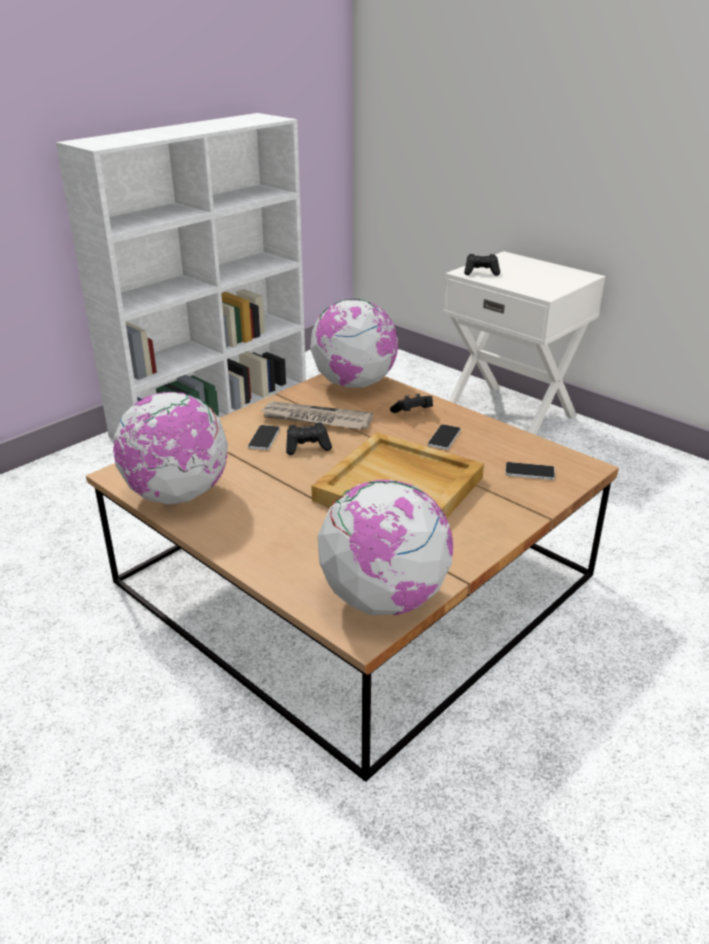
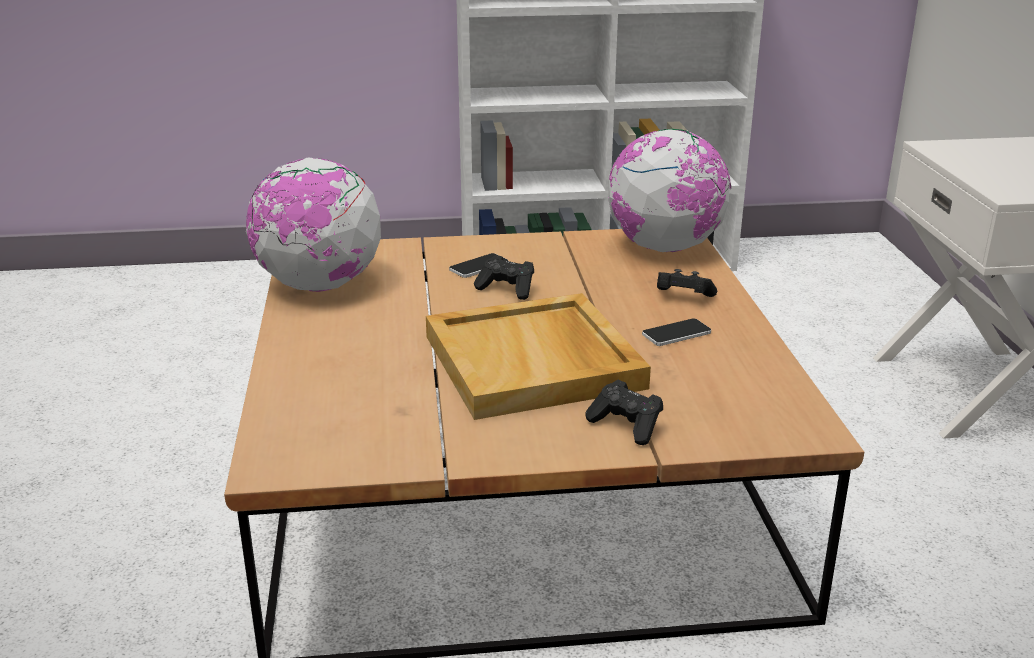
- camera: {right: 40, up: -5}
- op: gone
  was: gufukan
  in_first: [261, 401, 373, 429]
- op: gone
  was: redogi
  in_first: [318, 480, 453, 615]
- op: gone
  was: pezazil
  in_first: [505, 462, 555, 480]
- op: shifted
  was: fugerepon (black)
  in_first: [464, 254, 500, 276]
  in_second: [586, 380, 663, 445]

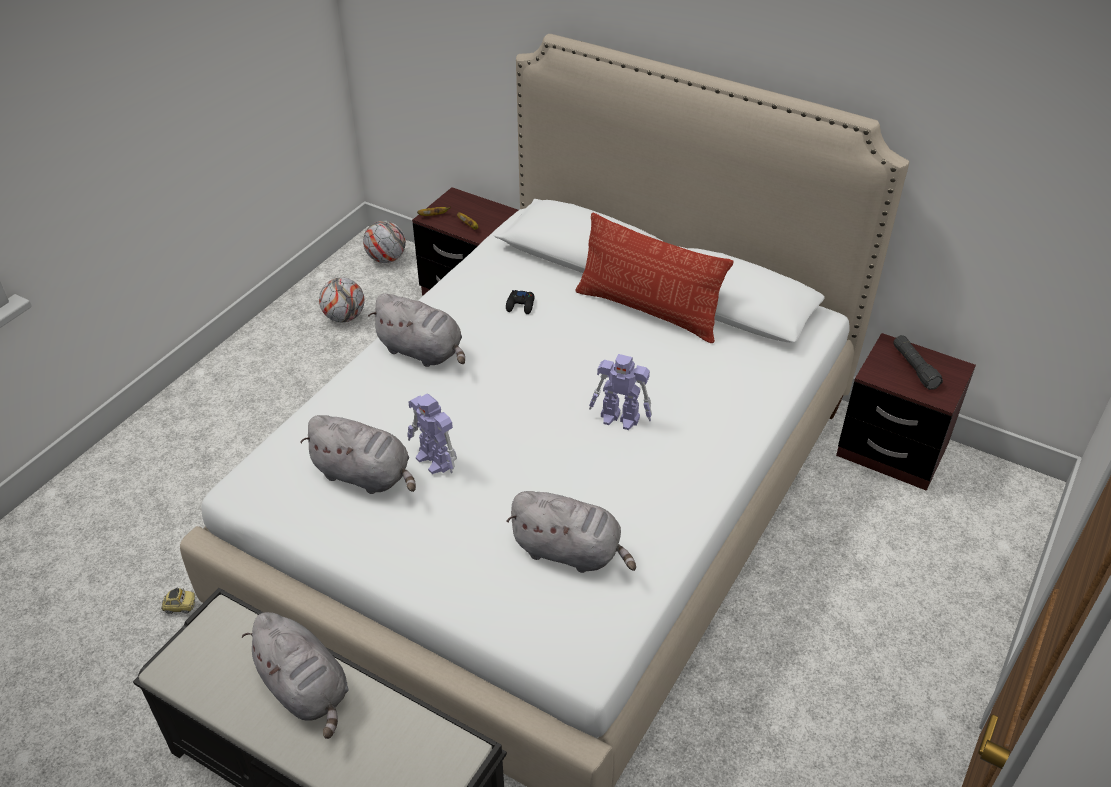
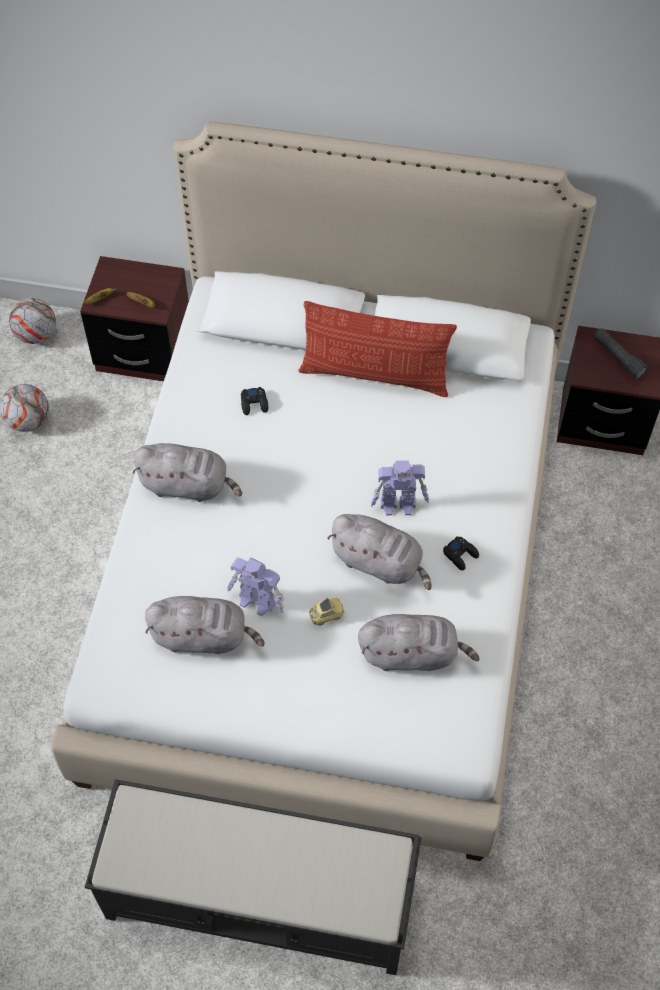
- camera: {right: -20, up: 15}
- op: new
  now: fugerepon (black)
  in_second: [443, 537, 479, 570]
- op: shifted
  was: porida
  in_first: [161, 588, 195, 614]
  in_second: [309, 597, 344, 626]
- op: shifted
  was: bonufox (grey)
  in_first: [242, 612, 348, 739]
  in_second: [327, 514, 432, 590]

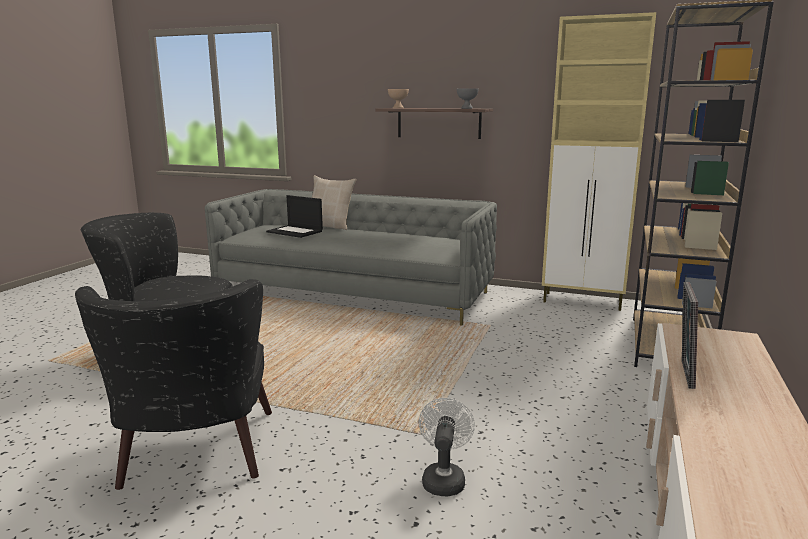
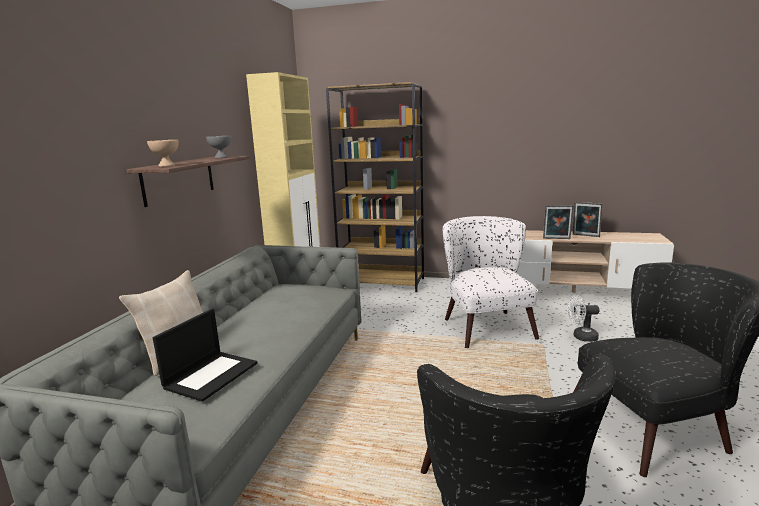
- camera: {right: -95, up: 0}
- op: new
  now: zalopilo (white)
  in_second: [443, 216, 539, 348]
- op: new
  now: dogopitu
  in_second: [573, 202, 603, 237]

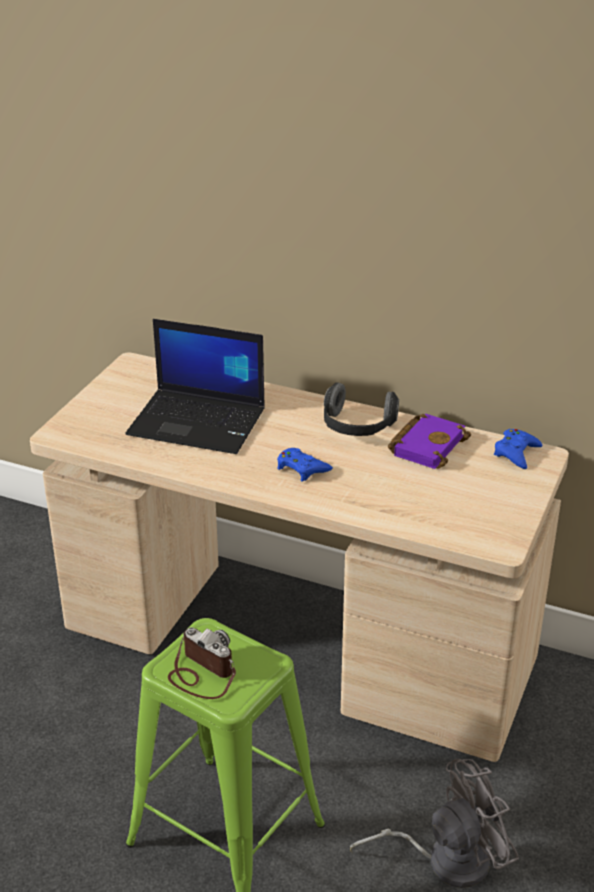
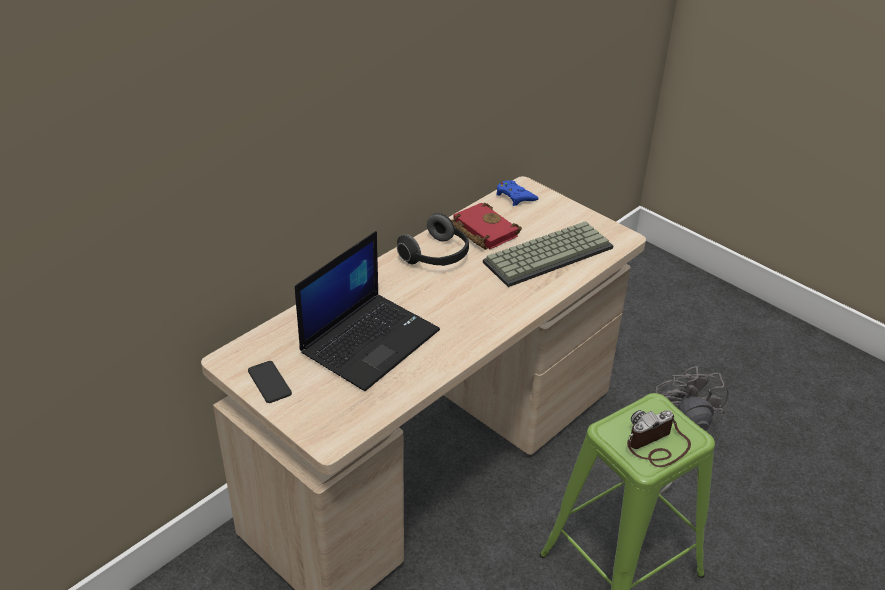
- camera: {right: -70, up: 5}
- op: gone
  was: fugerepon (blue)
  in_first: [277, 448, 333, 482]
- op: new
  now: pezazil
  in_second: [248, 361, 292, 403]
- op: new
  now: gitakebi
  in_second: [483, 221, 614, 287]
- op: repainted
  was: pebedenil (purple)
  now: pebedenil (red)
  in_first: [388, 414, 471, 469]
  in_second: [451, 203, 522, 250]

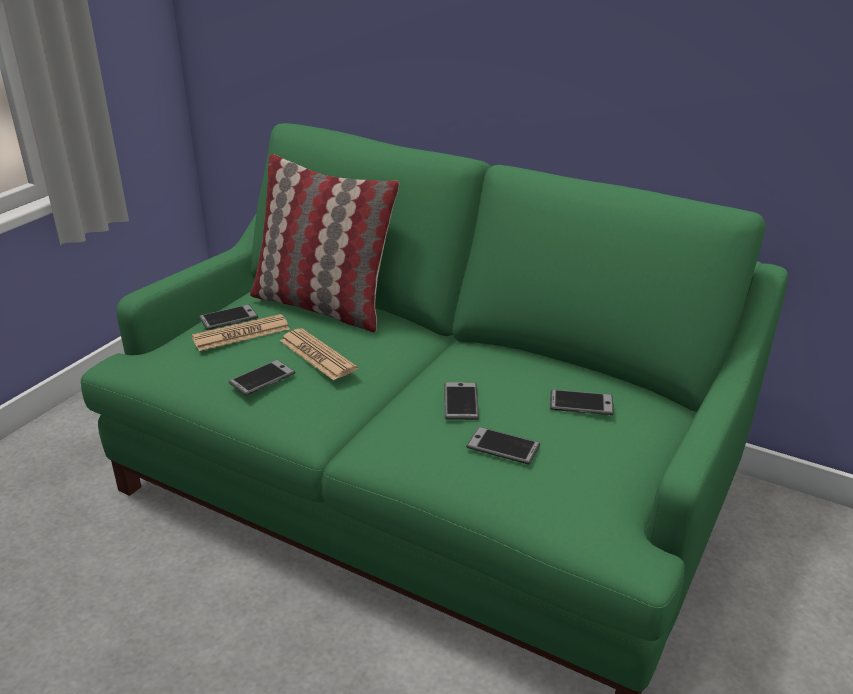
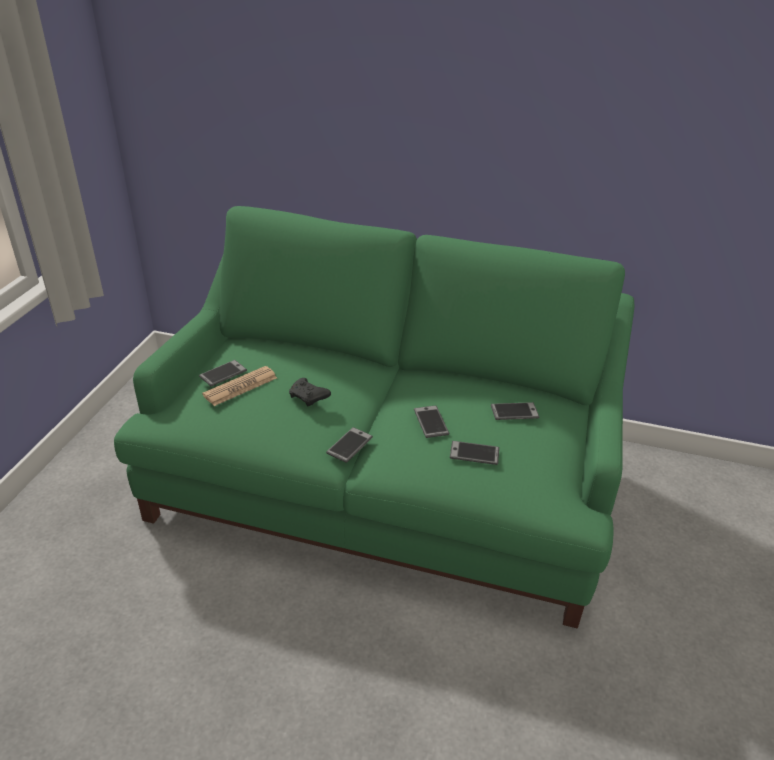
- camera: {right: -15, up: 5}
- op: gone
  was: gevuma
  in_first: [250, 154, 399, 333]
- op: shifted
  was: pezazil
  in_first: [229, 360, 295, 396]
  in_second: [326, 427, 373, 463]
- op: swapped
  was: gufukan
  now: fugerepon (black)
  in_first: [280, 328, 358, 380]
  in_second: [289, 378, 331, 406]

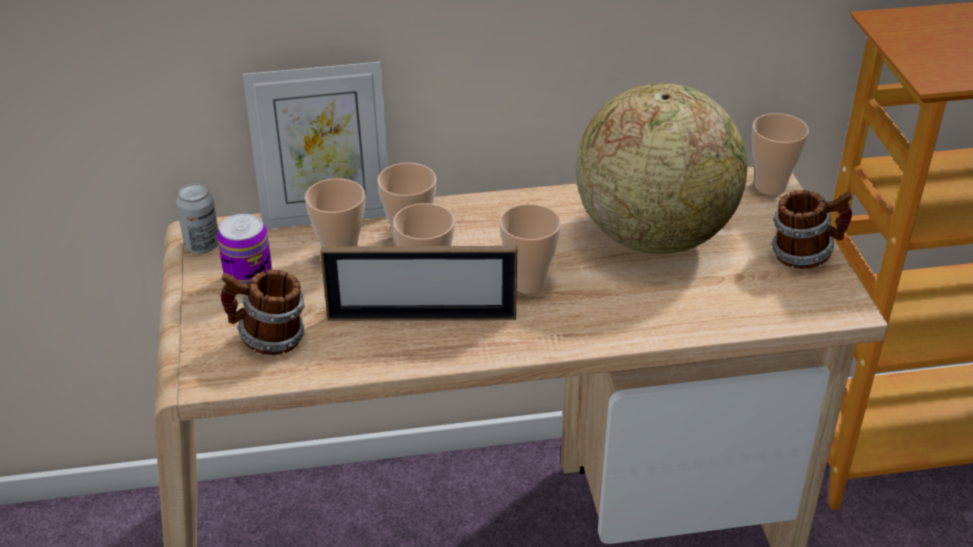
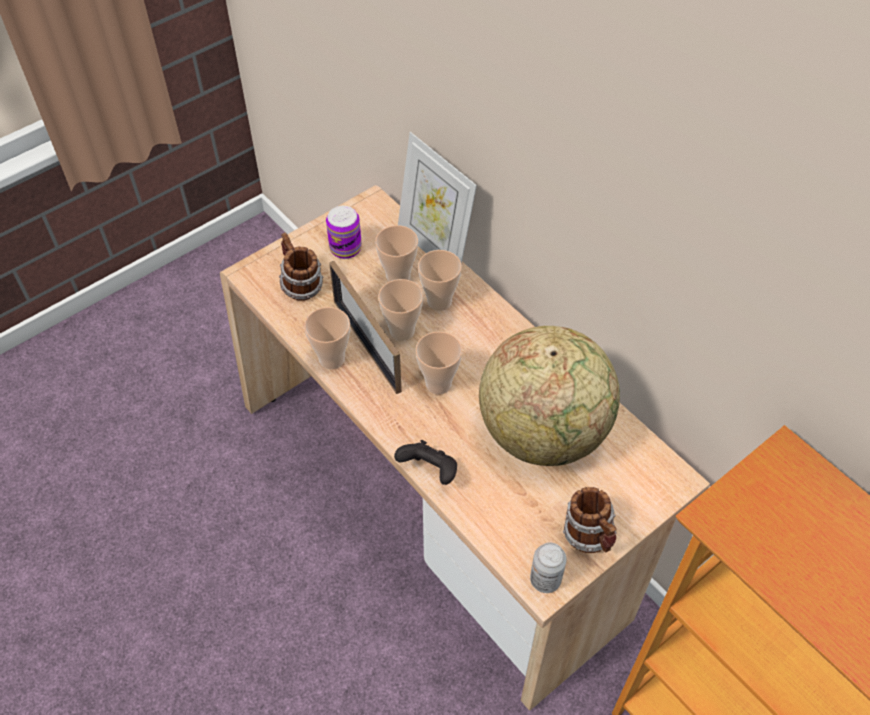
- camera: {right: 60, up: 15}
- op: new
  now: fugerepon (black)
  in_second: [394, 440, 457, 485]
- op: shifted
  was: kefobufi
  in_first: [176, 183, 219, 254]
  in_second: [530, 543, 567, 593]
- op: shifted
  was: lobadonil
  in_first: [752, 113, 809, 195]
  in_second: [304, 307, 350, 369]

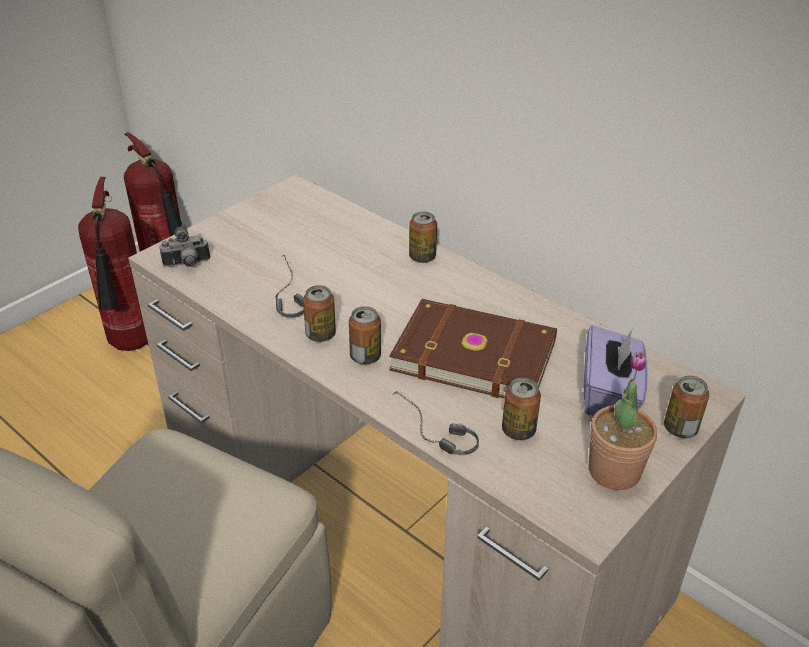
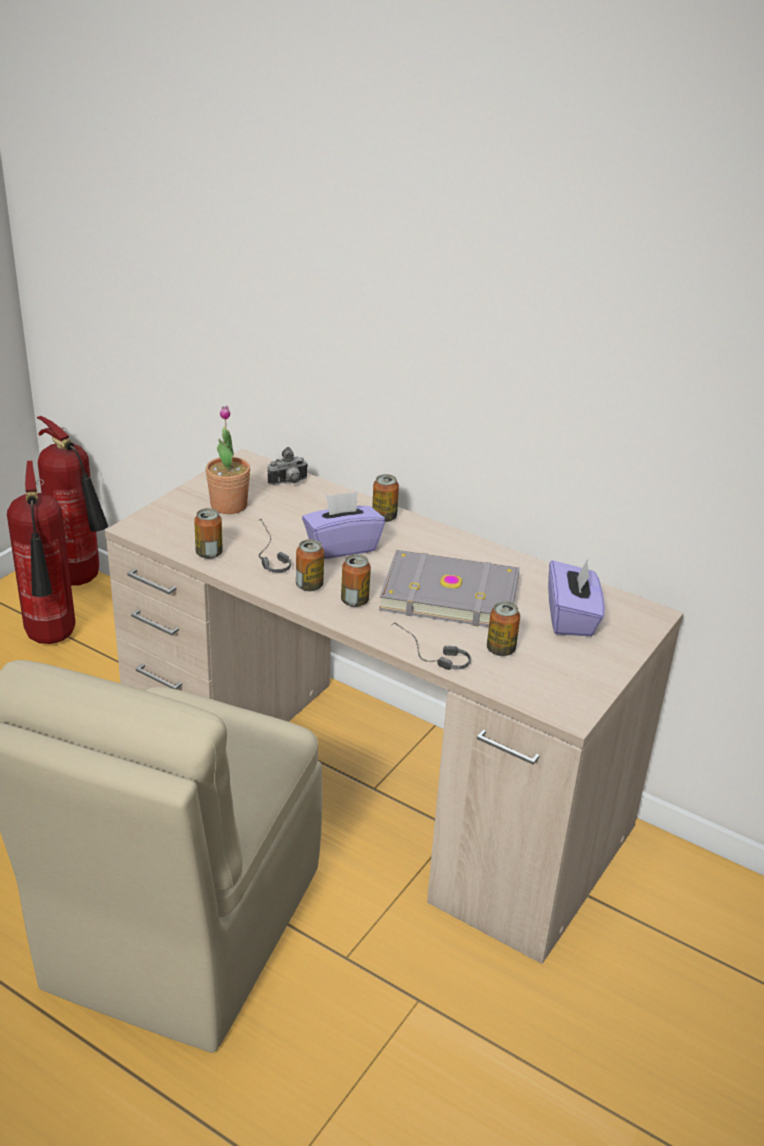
- camera: {right: -10, up: -5}
- op: new
  now: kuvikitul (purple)
  in_second: [302, 492, 385, 559]
- op: shifted
  was: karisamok
  in_first: [159, 225, 210, 267]
  in_second: [268, 447, 308, 485]
- op: shifted
  was: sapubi
  in_first: [589, 351, 657, 490]
  in_second: [206, 406, 250, 514]
- op: shifted
  was: kefobufi
  in_first: [664, 376, 709, 438]
  in_second: [194, 508, 223, 559]
- op: repainted
  was: pebedenil (brown)
  now: pebedenil (grey)
  in_first: [389, 299, 557, 399]
  in_second: [379, 550, 520, 627]

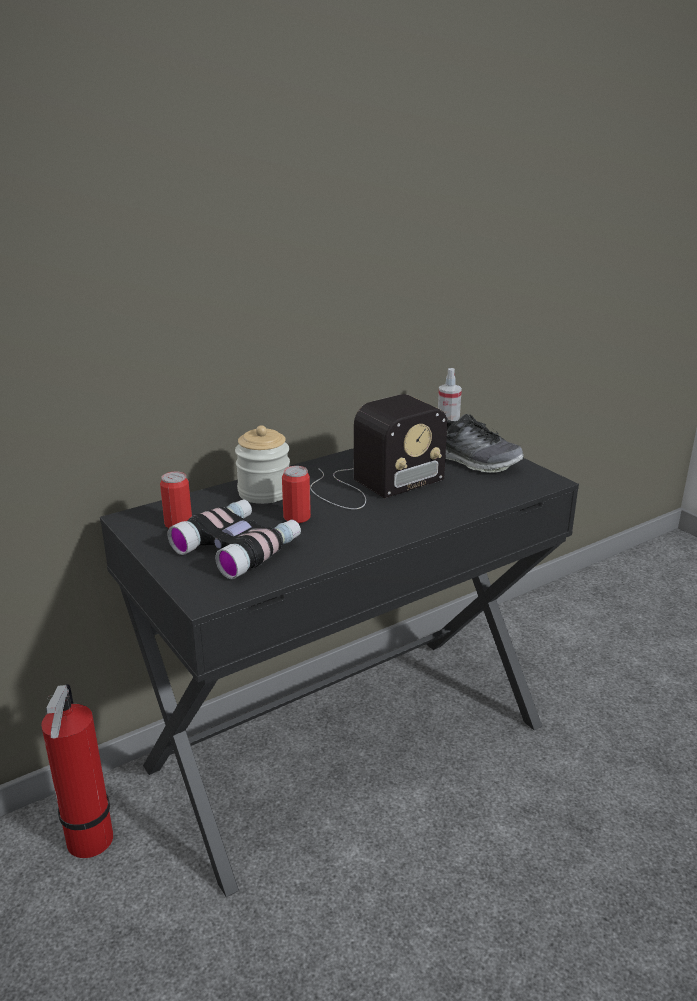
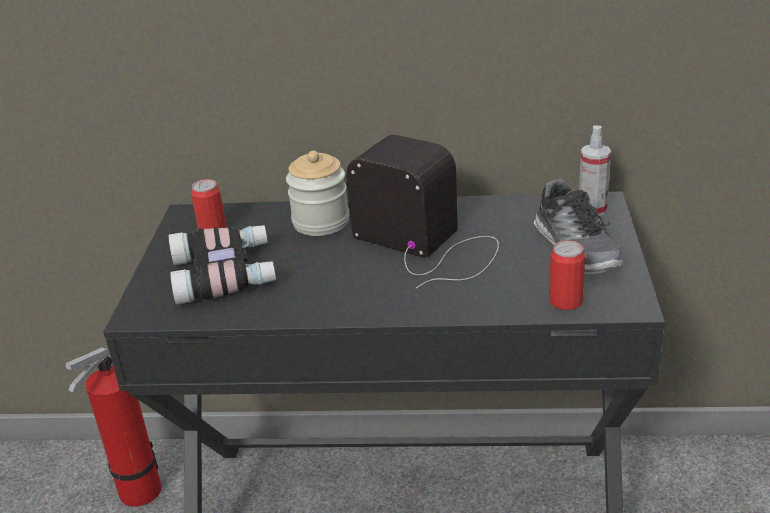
- camera: {right: 40, up: 5}
- op: shifted
  was: kefobufi
  in_first: [282, 466, 311, 523]
  in_second: [549, 240, 585, 310]
- op: rotated
  was: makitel
  in_first: [310, 394, 447, 509]
  in_second: [346, 135, 499, 289]
  clockwise: -150

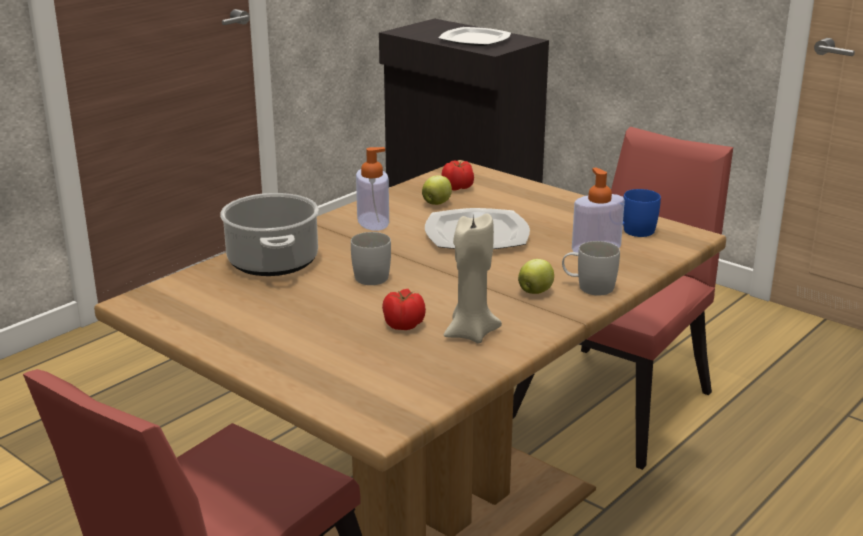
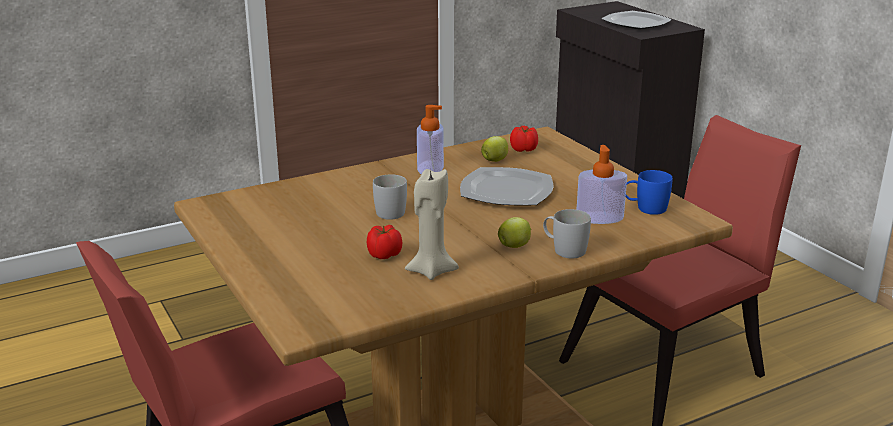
- camera: {right: 20, up: 0}
- op: gone
  was: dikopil
  in_first: [220, 193, 319, 276]

